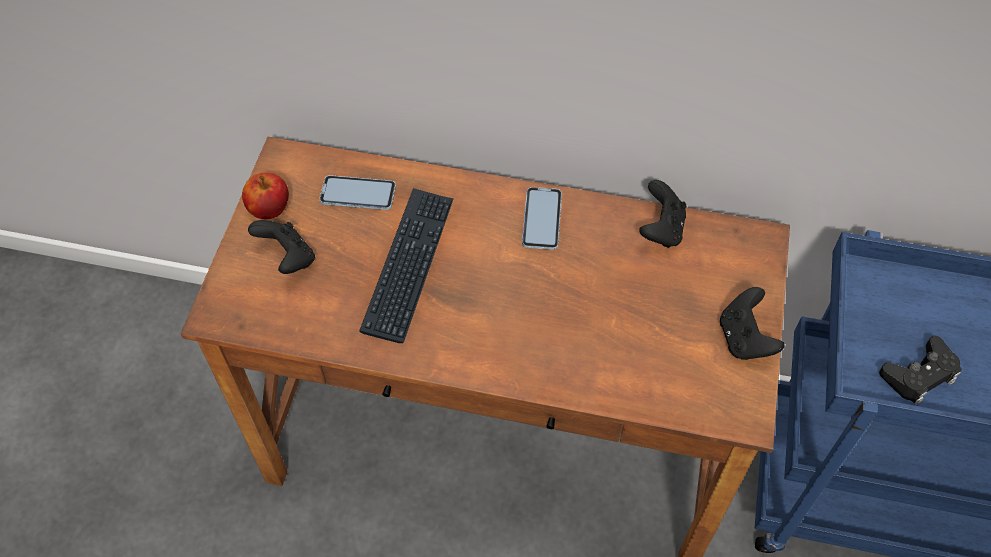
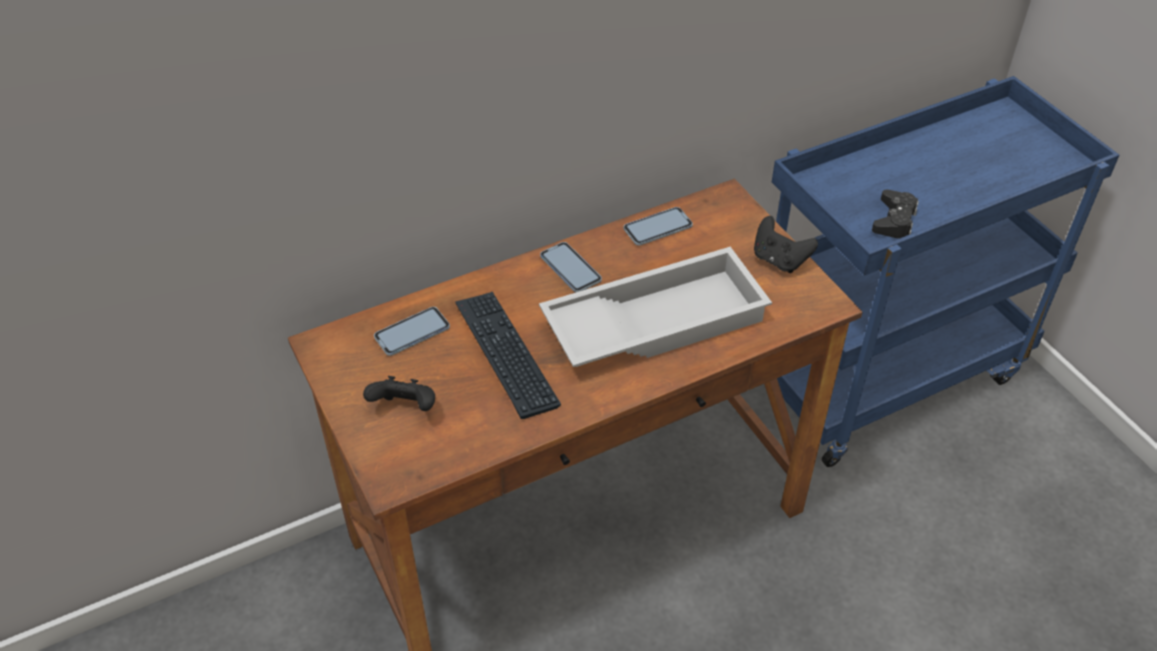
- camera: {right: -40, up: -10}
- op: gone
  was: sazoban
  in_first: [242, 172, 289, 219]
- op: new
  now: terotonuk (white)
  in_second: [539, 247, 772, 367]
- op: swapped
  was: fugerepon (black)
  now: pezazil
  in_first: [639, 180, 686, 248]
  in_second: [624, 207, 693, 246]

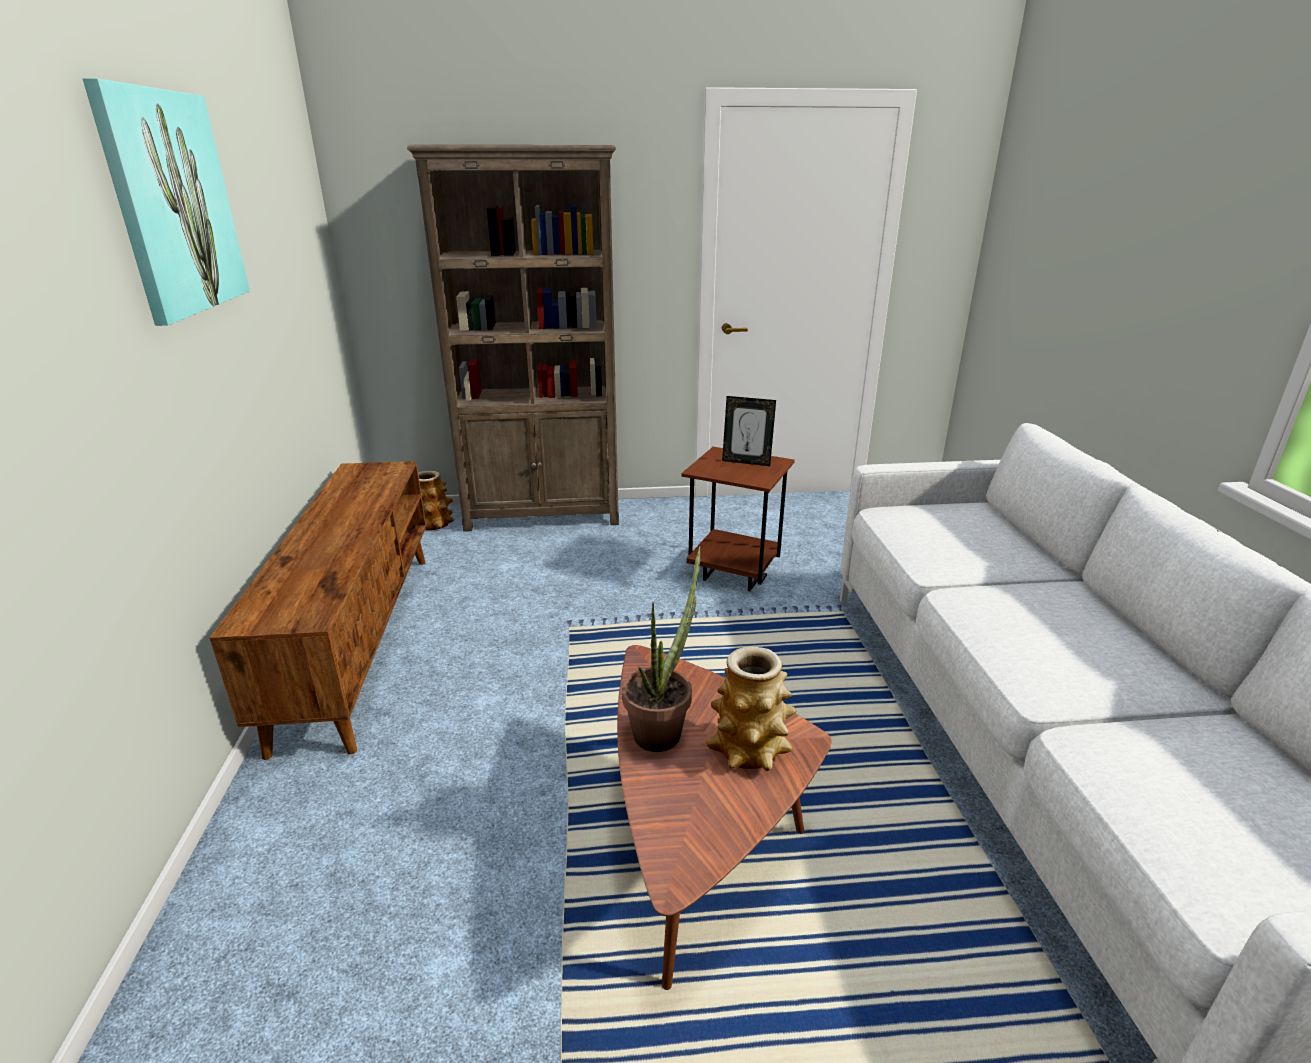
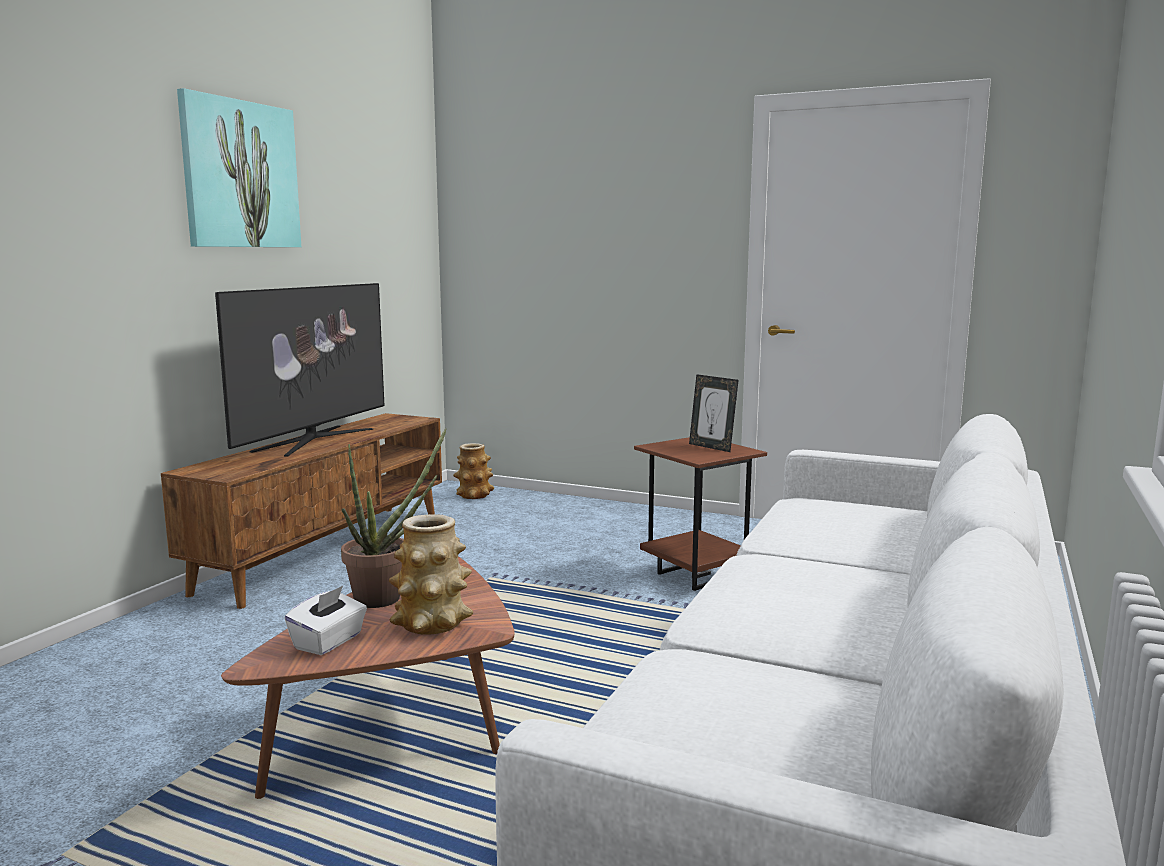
- camera: {right: 30, up: -15}
- op: gone
  was: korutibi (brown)
  in_first: [407, 145, 619, 532]
- op: new
  now: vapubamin
  in_second: [215, 283, 384, 457]
- op: new
  now: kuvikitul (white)
  in_second: [284, 586, 367, 655]

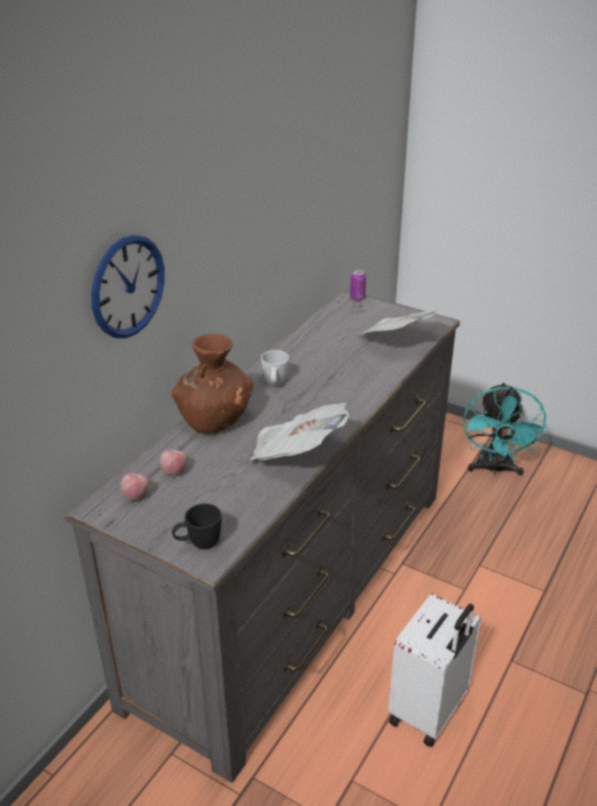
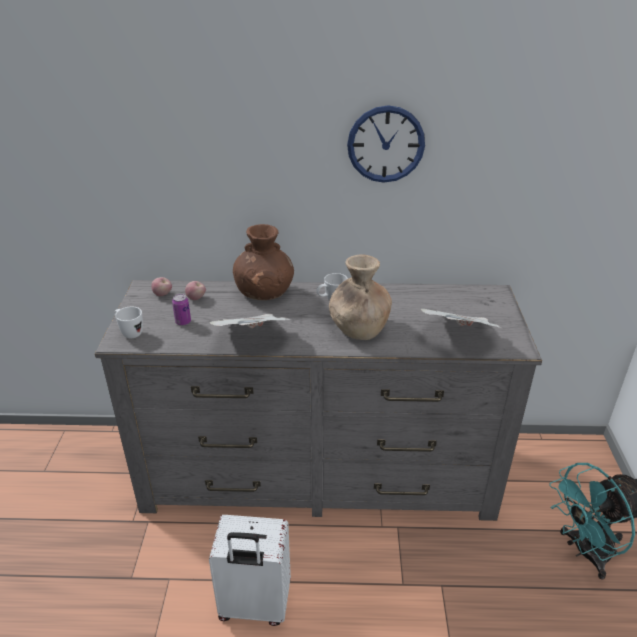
- camera: {right: 60, up: 0}
- op: new
  now: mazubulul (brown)
  in_second: [329, 254, 392, 340]
- op: shifted
  was: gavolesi
  in_first: [91, 235, 165, 338]
  in_second: [347, 105, 425, 183]
- op: shifted
  was: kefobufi
  in_first: [350, 270, 366, 301]
  in_second: [172, 294, 191, 326]
- op: repainted
  was: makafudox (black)
  now: makafudox (white)
  in_first: [172, 503, 222, 549]
  in_second: [114, 307, 143, 338]

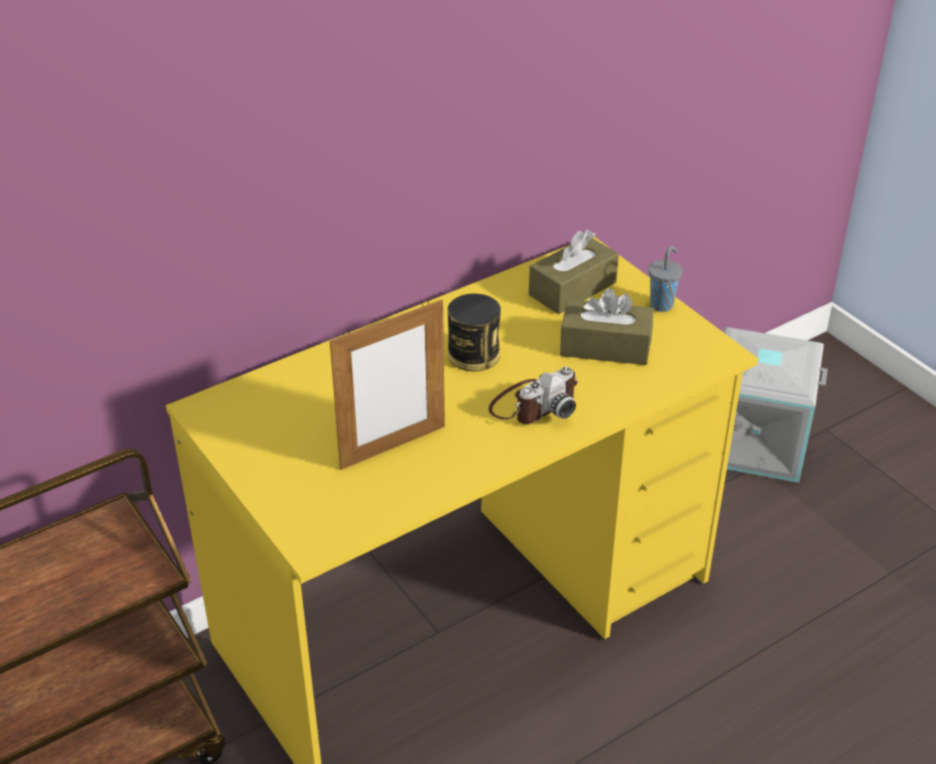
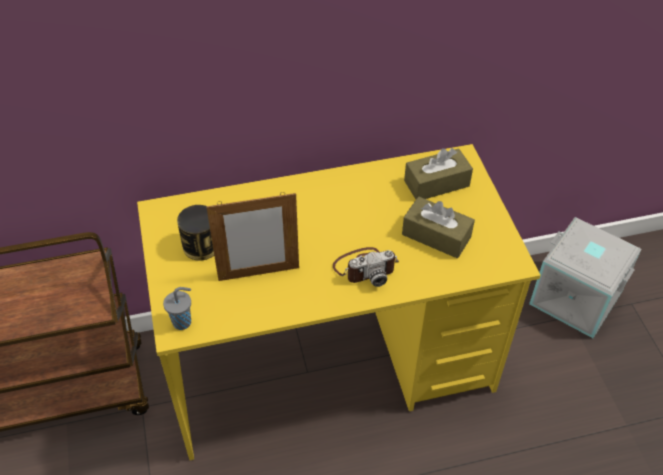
- camera: {right: 20, up: 10}
- op: shifted
  was: kefobufi
  in_first: [448, 294, 501, 371]
  in_second: [177, 205, 214, 261]
- op: shifted
  was: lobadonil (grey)
  in_first: [649, 246, 682, 312]
  in_second: [163, 287, 191, 330]

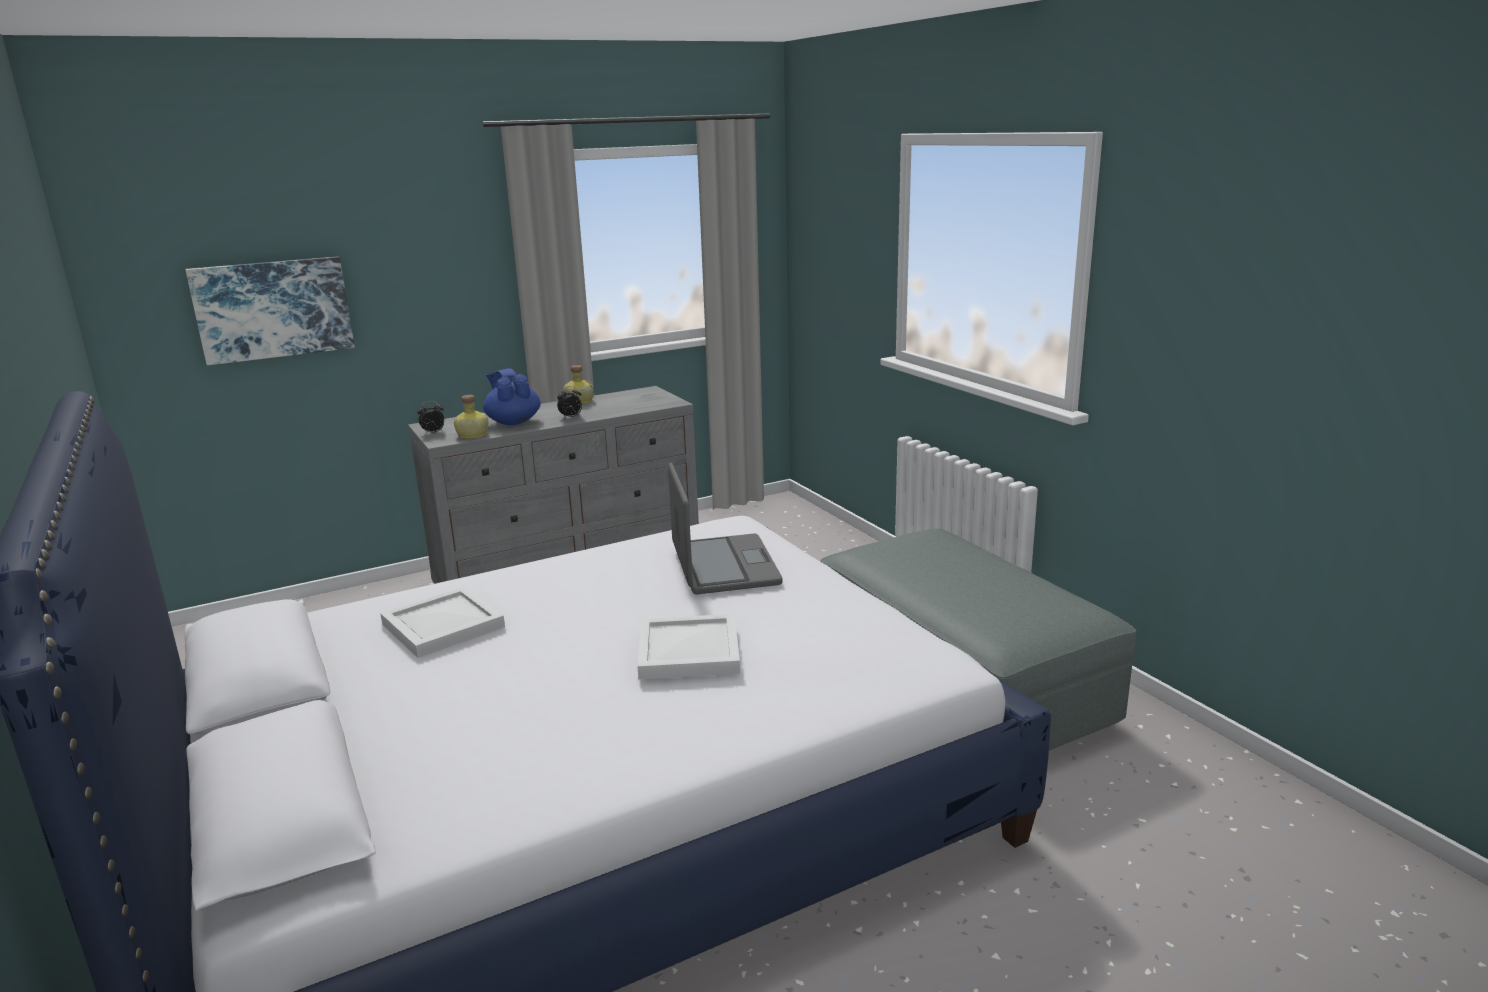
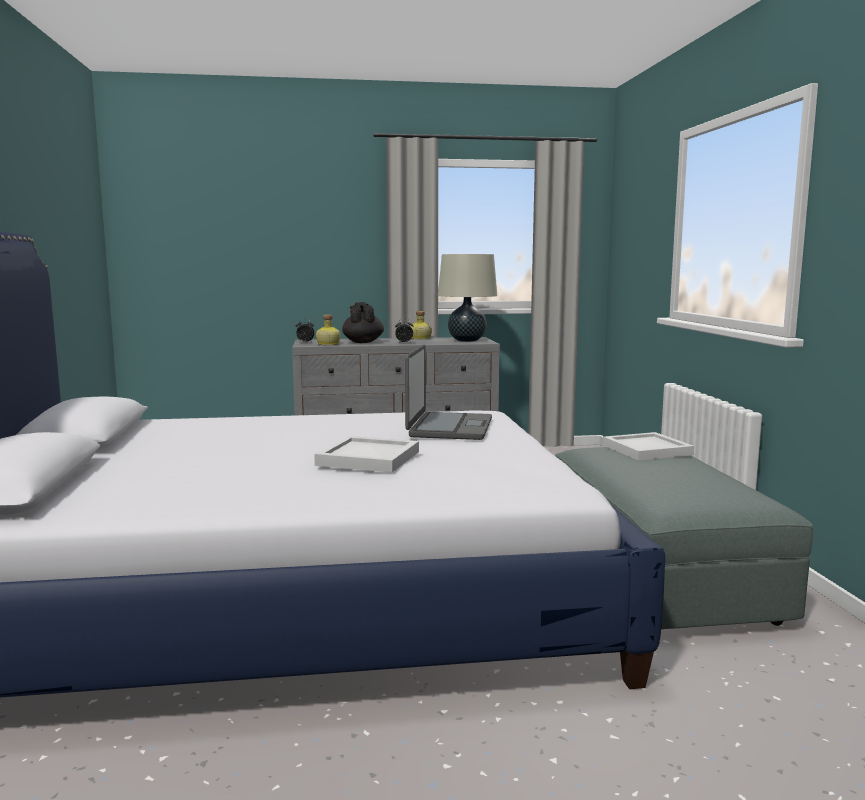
- camera: {right: 20, up: -10}
- op: gone
  was: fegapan
  in_first: [186, 257, 355, 365]
- op: new
  now: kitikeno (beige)
  in_second: [438, 254, 497, 342]
- op: shifted
  was: terotonuk (white)
  in_first: [380, 586, 505, 658]
  in_second: [603, 432, 694, 461]
- op: repainted
  was: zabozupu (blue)
  now: zabozupu (black)
  in_first: [483, 368, 541, 425]
  in_second: [342, 302, 384, 343]

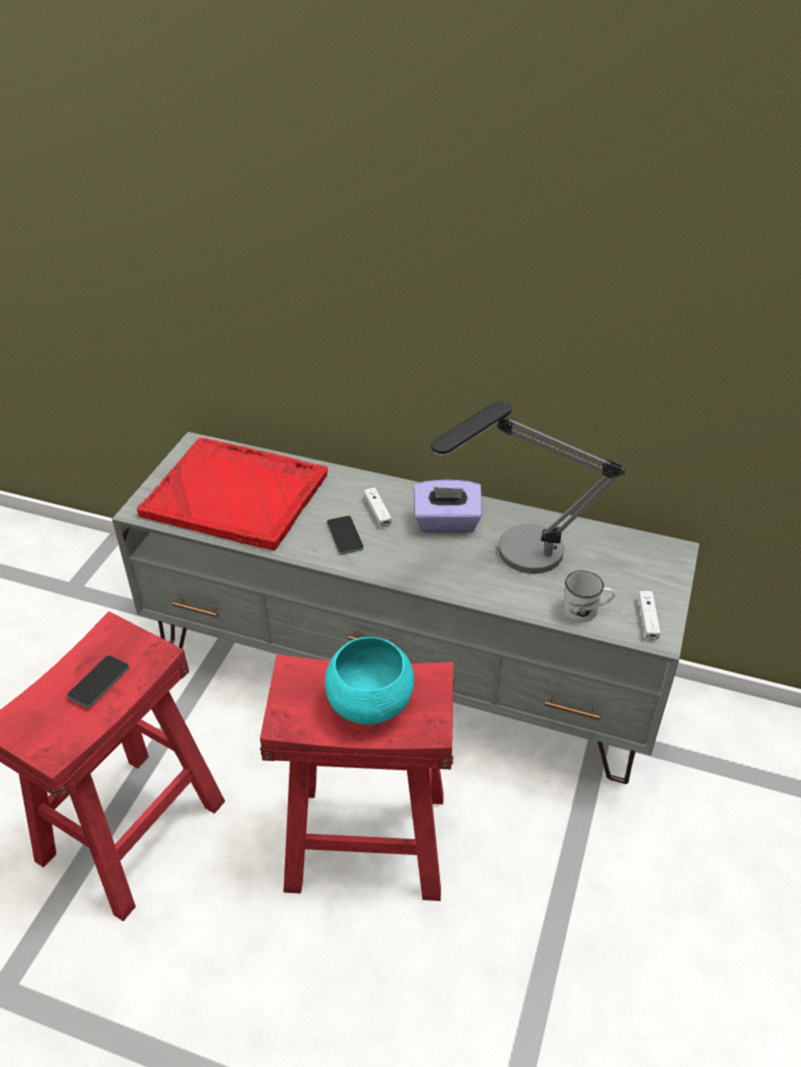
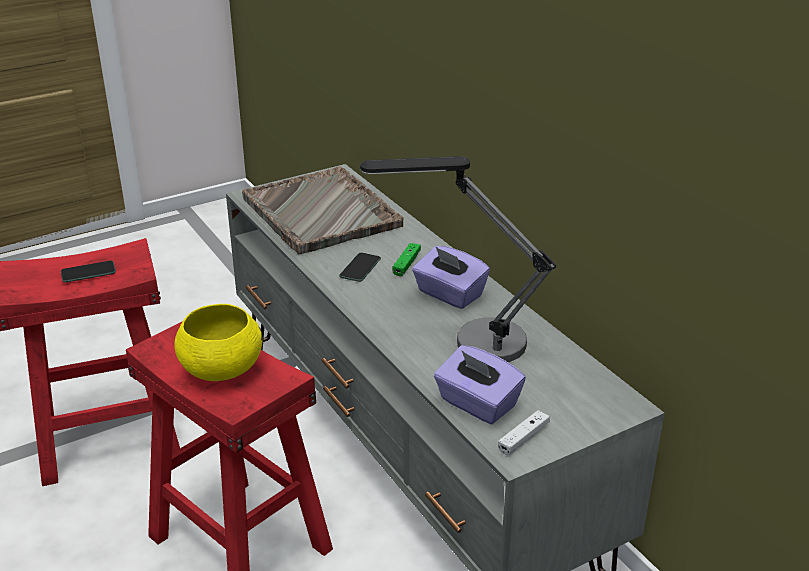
- camera: {right: 40, up: -10}
- op: swapped
  was: makafudox (white)
  now: kuvikitul (purple)
  in_first: [563, 570, 615, 622]
  in_second: [434, 345, 526, 424]
- op: repainted
  was: terotonuk (red)
  now: terotonuk (grey)
  in_first: [137, 437, 328, 550]
  in_second: [242, 166, 404, 254]
- op: repainted
  was: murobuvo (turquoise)
  now: murobuvo (yellow)
  in_first: [325, 637, 414, 725]
  in_second: [174, 304, 263, 381]
- op: repainted
  was: fugerepon (white)
  now: fugerepon (green)
  in_first: [364, 487, 392, 527]
  in_second: [392, 243, 421, 276]

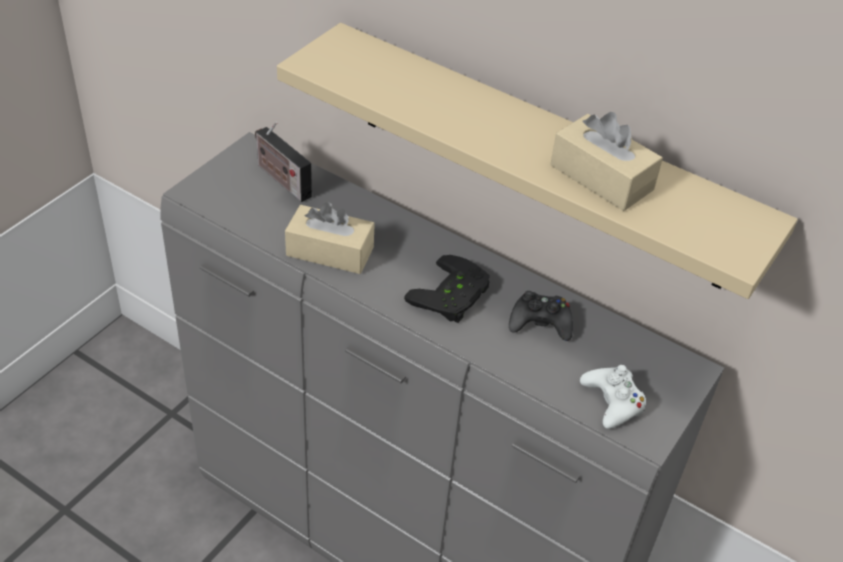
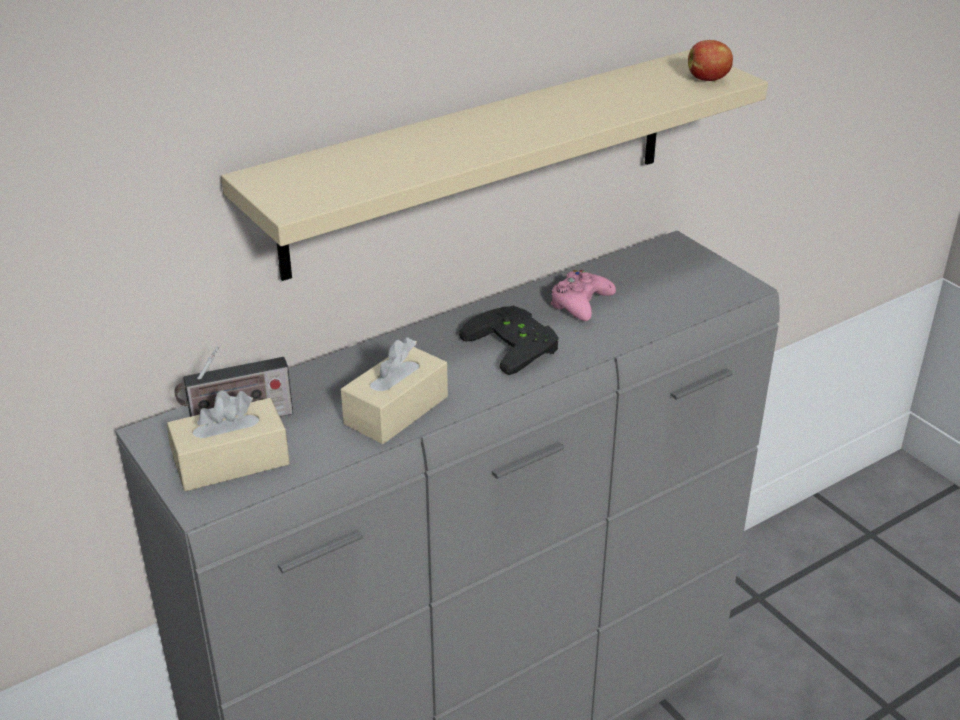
- camera: {right: -65, up: -10}
- op: gone
  was: fugerepon (white)
  in_first: [580, 365, 646, 429]
- op: new
  now: sazoban
  in_second: [688, 40, 733, 81]
- op: shifted
  was: kuvikitul (beige)
  in_first: [550, 112, 663, 211]
  in_second: [167, 390, 290, 491]
- op: repainted
  was: fugerepon (black)
  now: fugerepon (pink)
  in_first: [509, 291, 573, 341]
  in_second: [550, 270, 616, 321]

